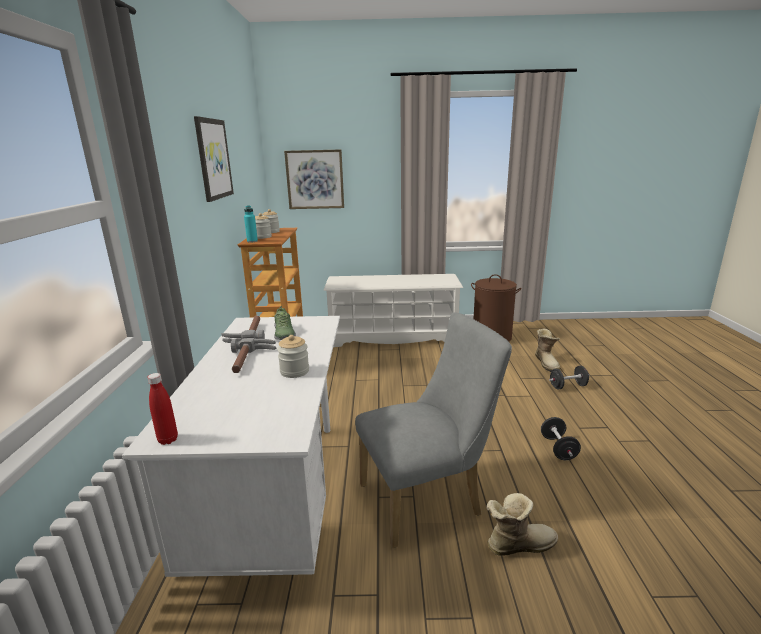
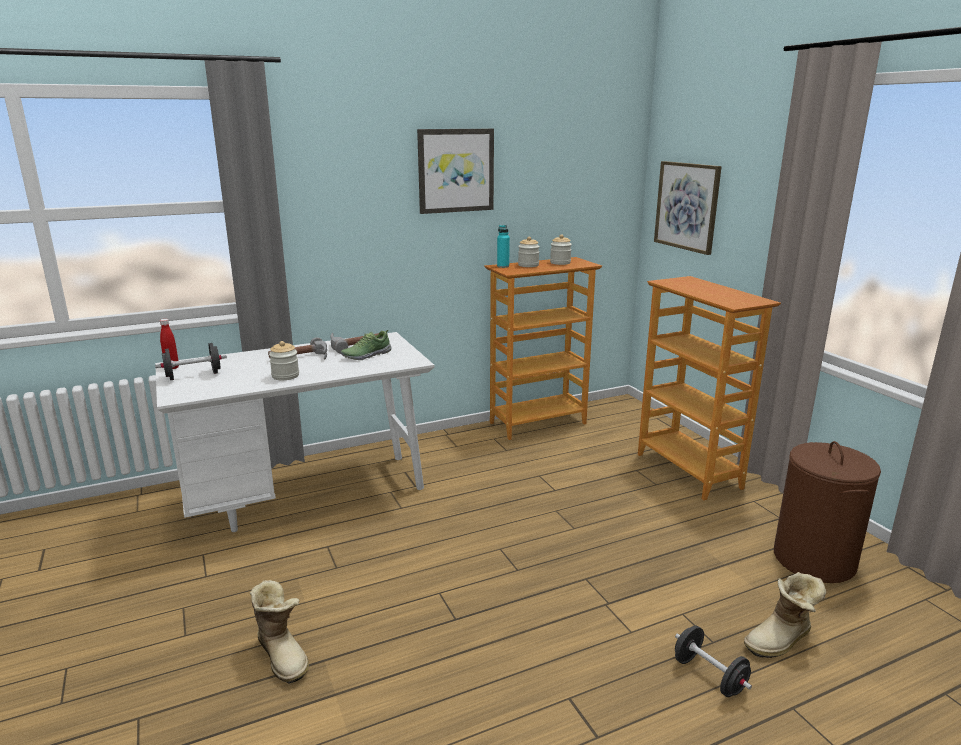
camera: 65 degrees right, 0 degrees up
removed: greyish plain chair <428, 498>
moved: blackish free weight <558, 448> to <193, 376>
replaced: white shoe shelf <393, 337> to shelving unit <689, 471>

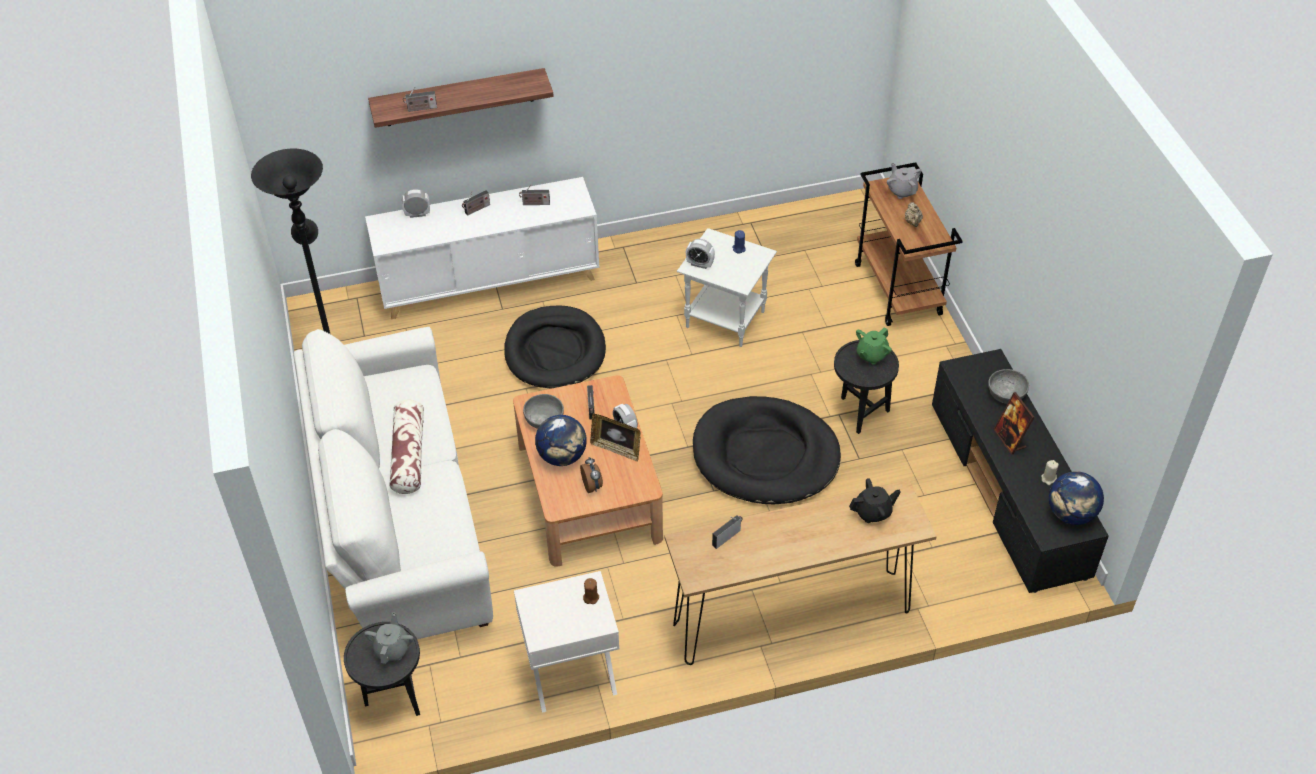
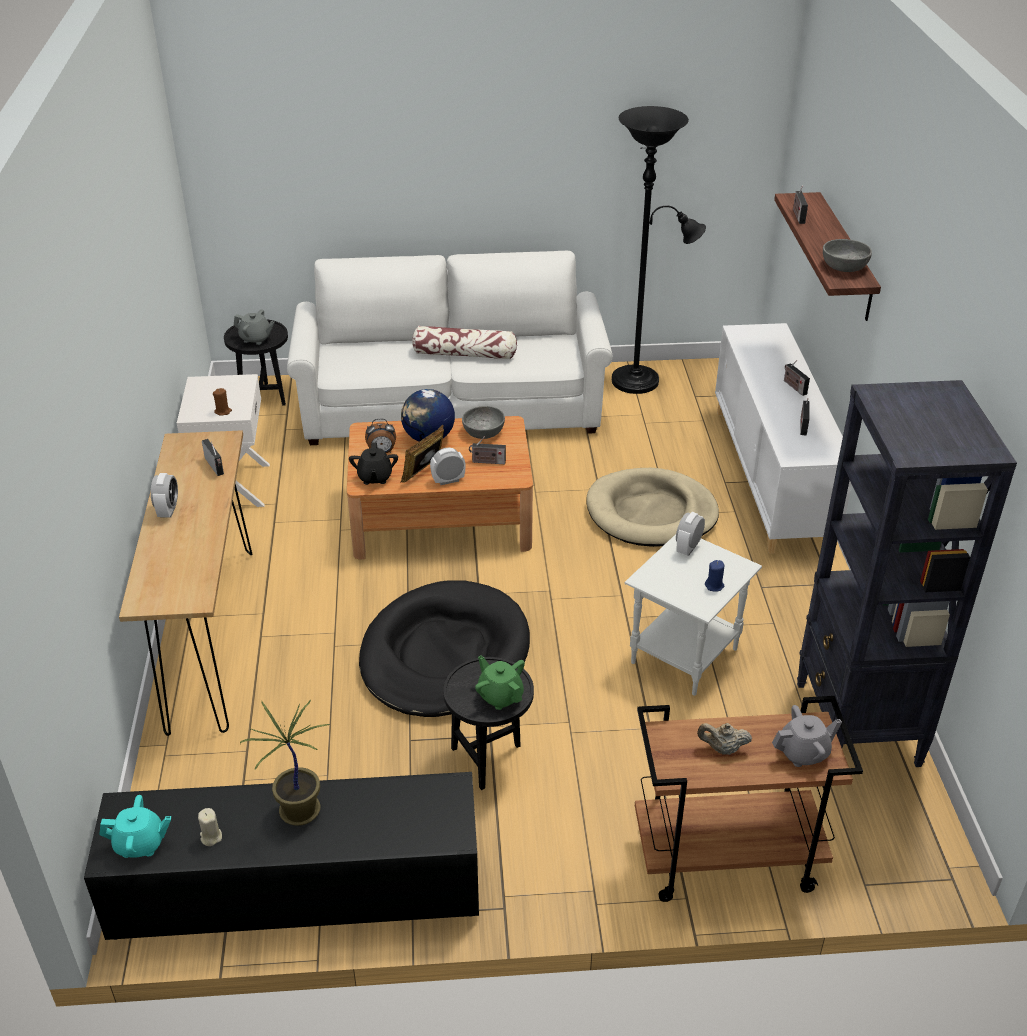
camera: 100 degrees right, 10 degrees down
added: blackish shelving unit <857, 725>
moved: alarm clock <417, 214> to <168, 510>; blackish teapot <873, 512> to <375, 477>; greyish serving bowl <1006, 394> to <844, 266>
replaced: picture frame <1009, 439> to houseplant <298, 812>; globe <1071, 514> to turquoise teapot <140, 844>
recoloured: blackish dog bed <555, 351> to beige dog bed <651, 513>

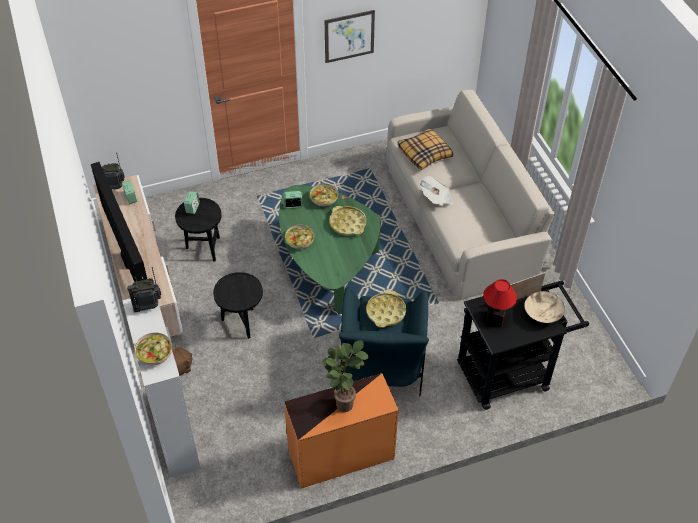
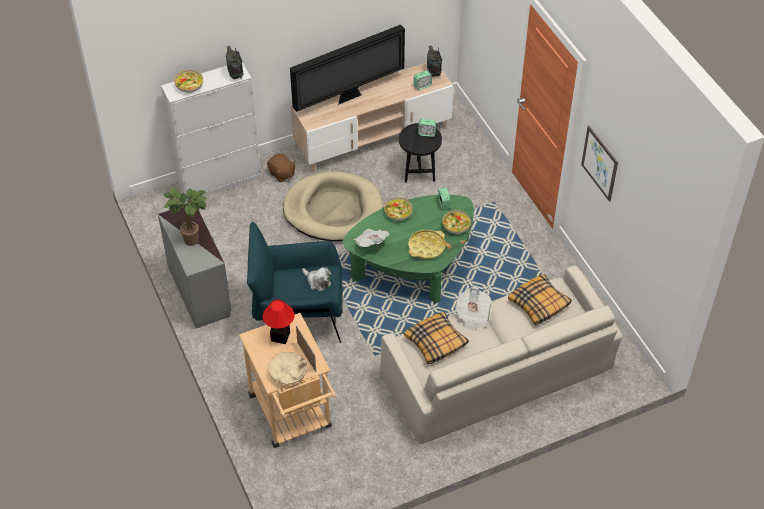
camera: 85 degrees right, 0 degrees up
added: printed paper <371, 243>; throw pillow <436, 342>
replaced: blackish end table <242, 324> to beige dog bed <333, 210>; yellow serving tray <385, 312> to soft toy <317, 282>
recoloured: orangey drawer chest <340, 454> to greyish drawer chest <200, 290>; blackish wheeled cart <511, 373> to beige wheeled cart <293, 417>

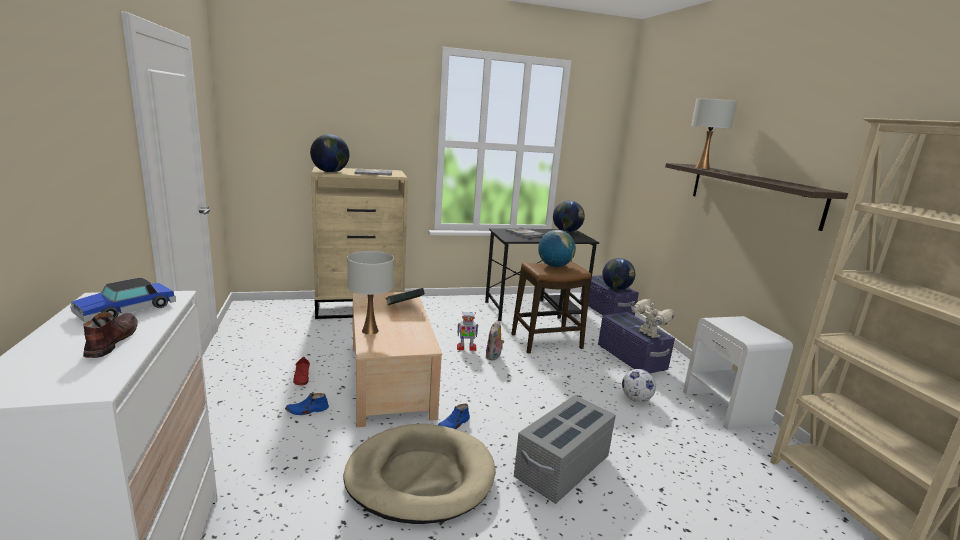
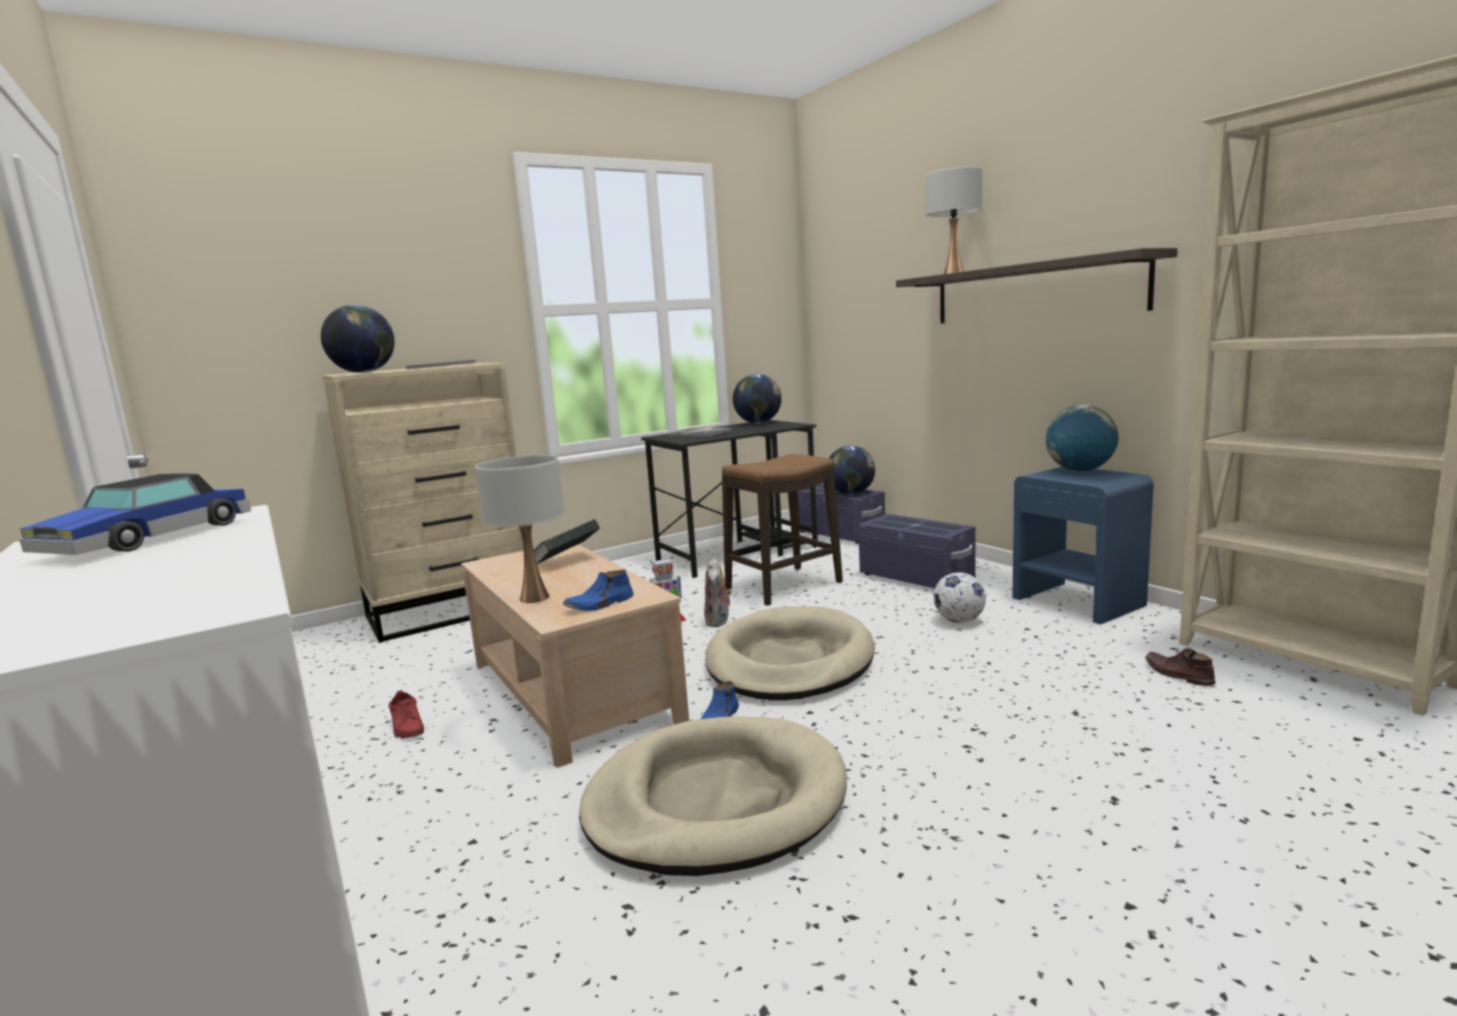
camera: 15 degrees left, 5 degrees down
removed: greyish storage container <562, 468>; model robot <648, 334>
added: beige dog bed <789, 661>
moved: brown-coloured shoe <111, 341> to <1177, 674>; bluish shoe <307, 410> to <600, 604>; globe <554, 266> to <1080, 471>
recoloured: white night table <725, 408> to bluish night table <1078, 602>

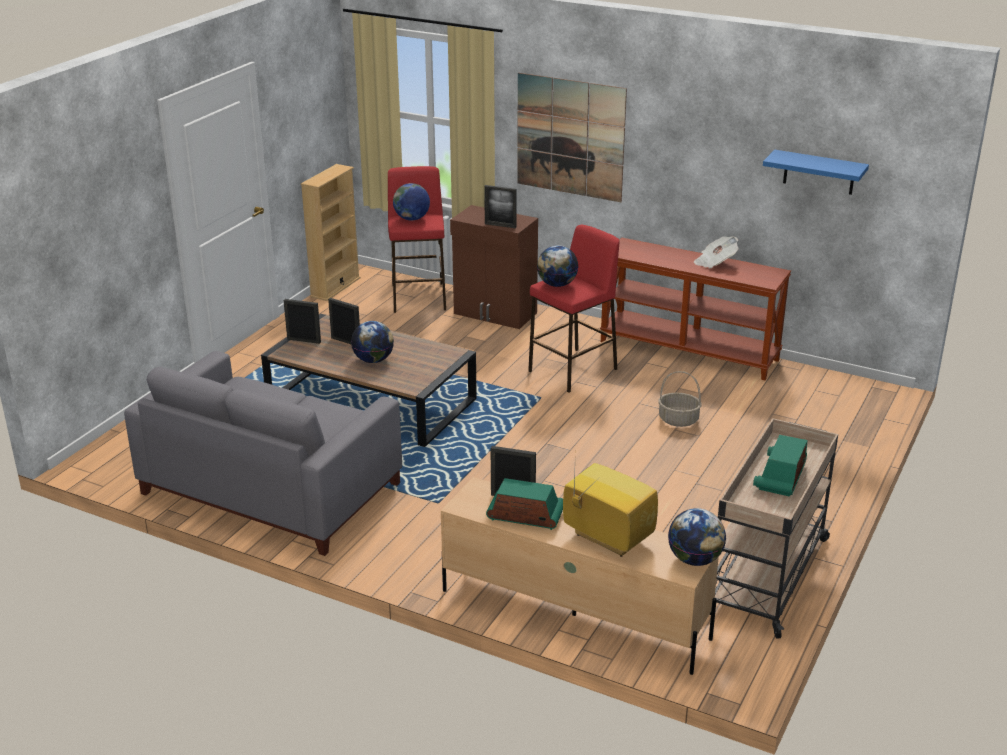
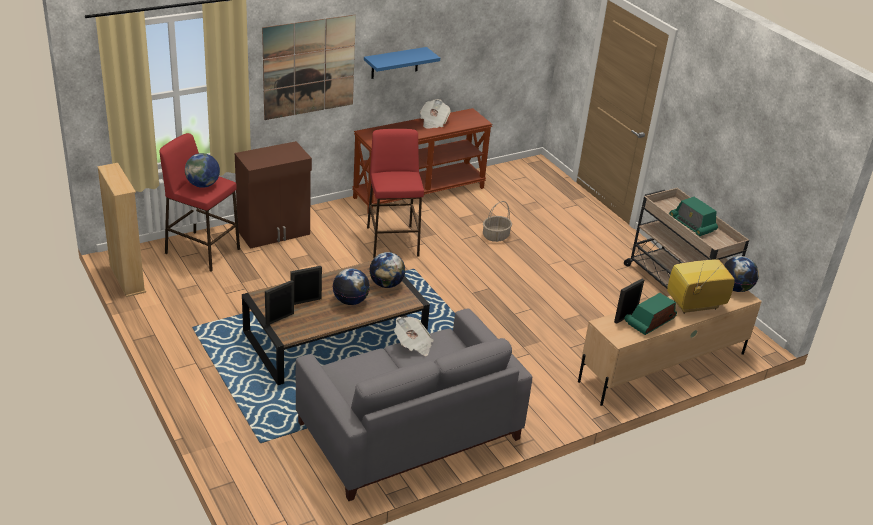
camera: 60 degrees left, 5 degrees up
removed: picture frame <500, 225>
added: printed paper <413, 344>
moved: globe <557, 284> to <386, 284>; bluish wall shelf <819, 172> to <395, 63>

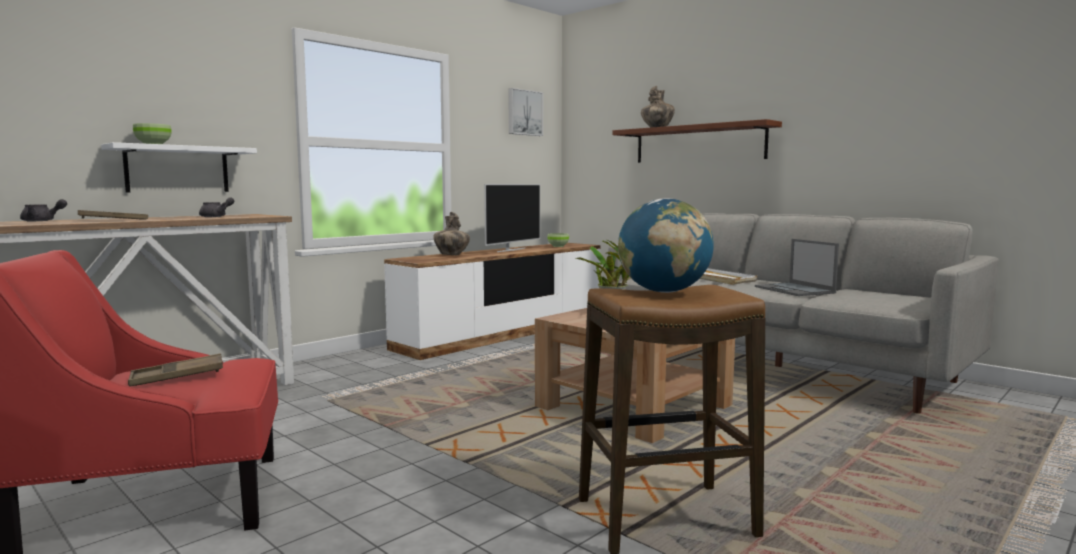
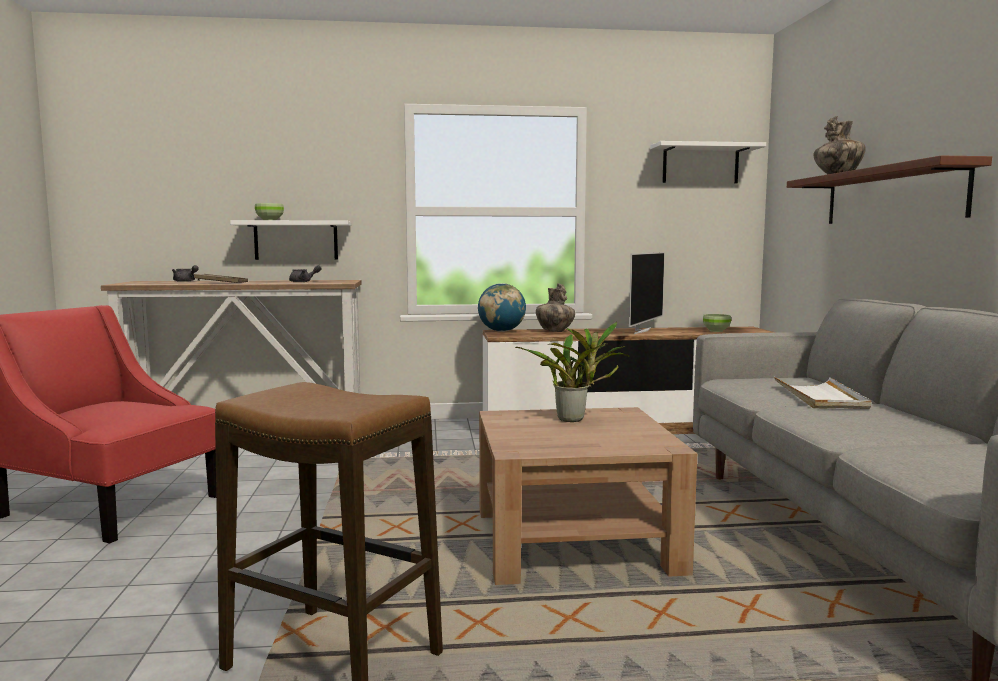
camera: 40 degrees right, 0 degrees up
removed: brown-coloured serving tray <177, 376>; portable computer <795, 290>
moved: globe <664, 292> to <502, 331>
replaced: picture <524, 112> to white wall shelf <700, 164>
turned: TV <510, 250> = <641, 330> 45 degrees counterclockwise

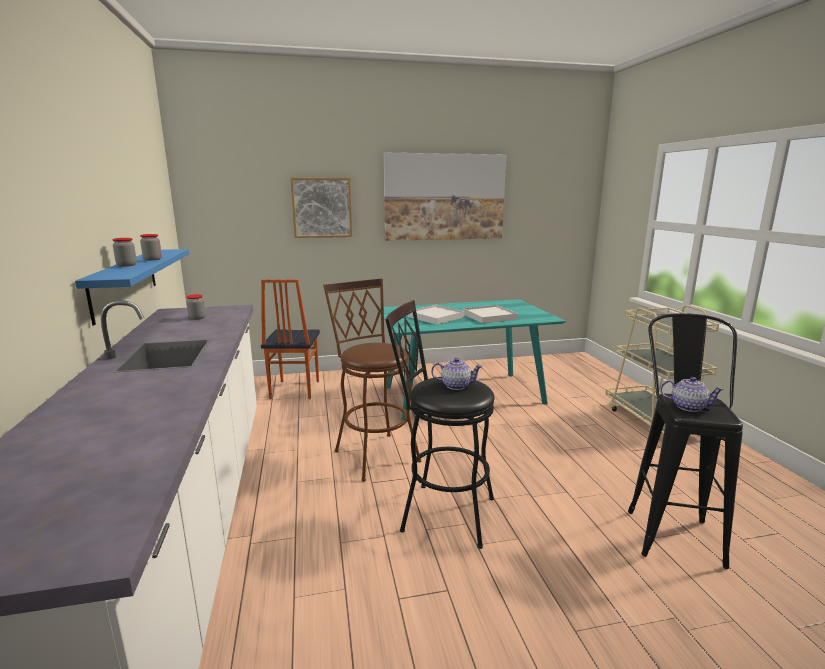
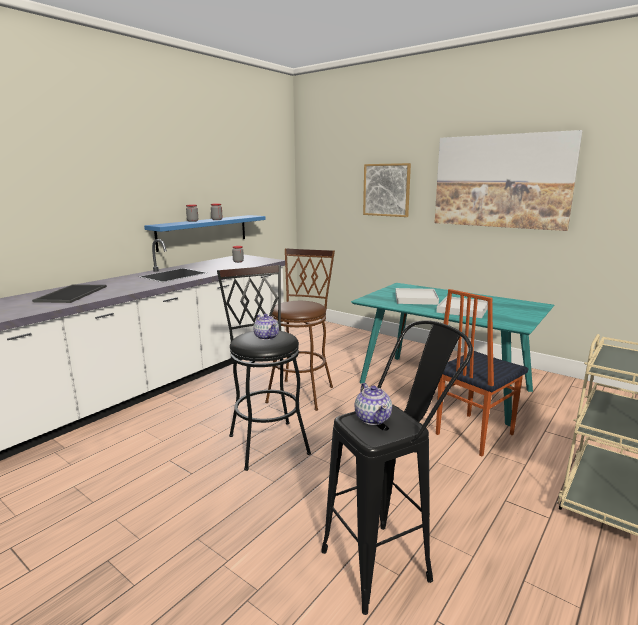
camera: 50 degrees right, 0 degrees up
added: serving tray <71, 294>
moved: plain chair <294, 390> to <472, 434>

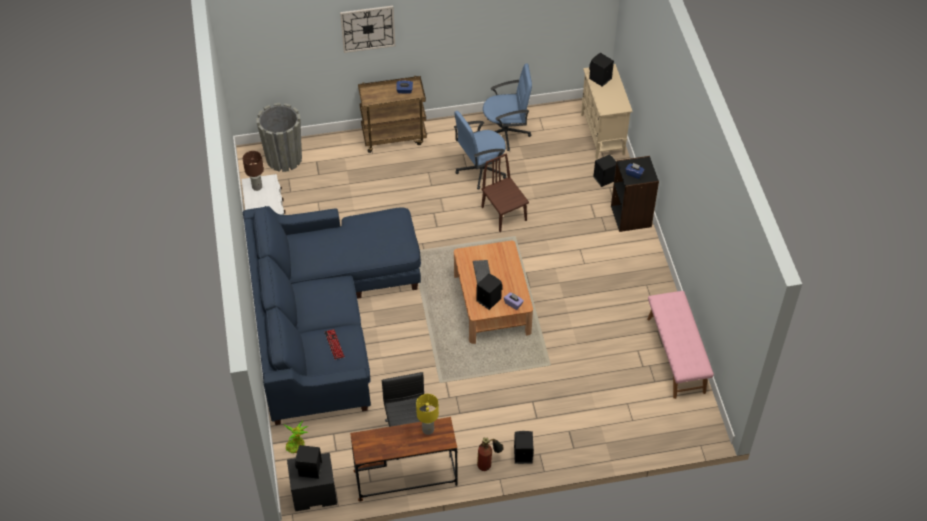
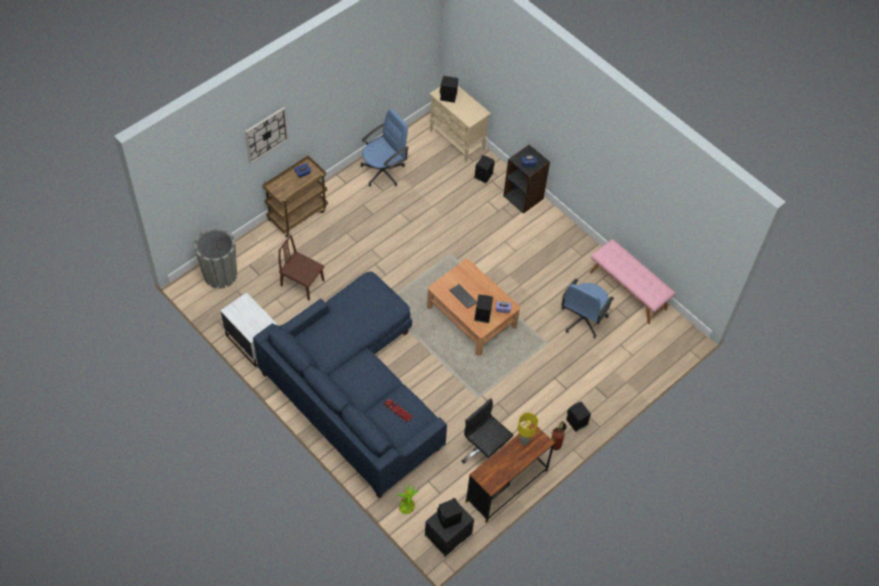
camera: 35 degrees left, 5 degrees up
removed: brown-coloured table lamp <257, 186>
moved: bluish desk chair <480, 170> to <582, 319>; brown-coloured plain chair <504, 213> to <302, 283>

